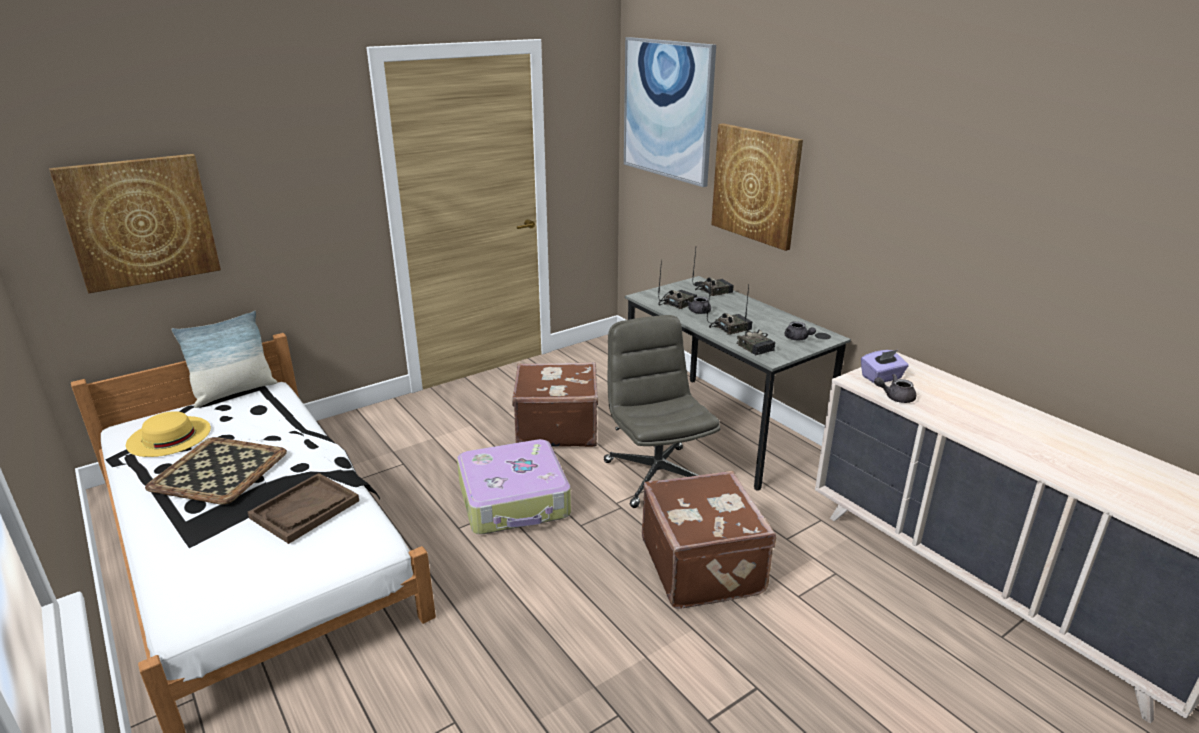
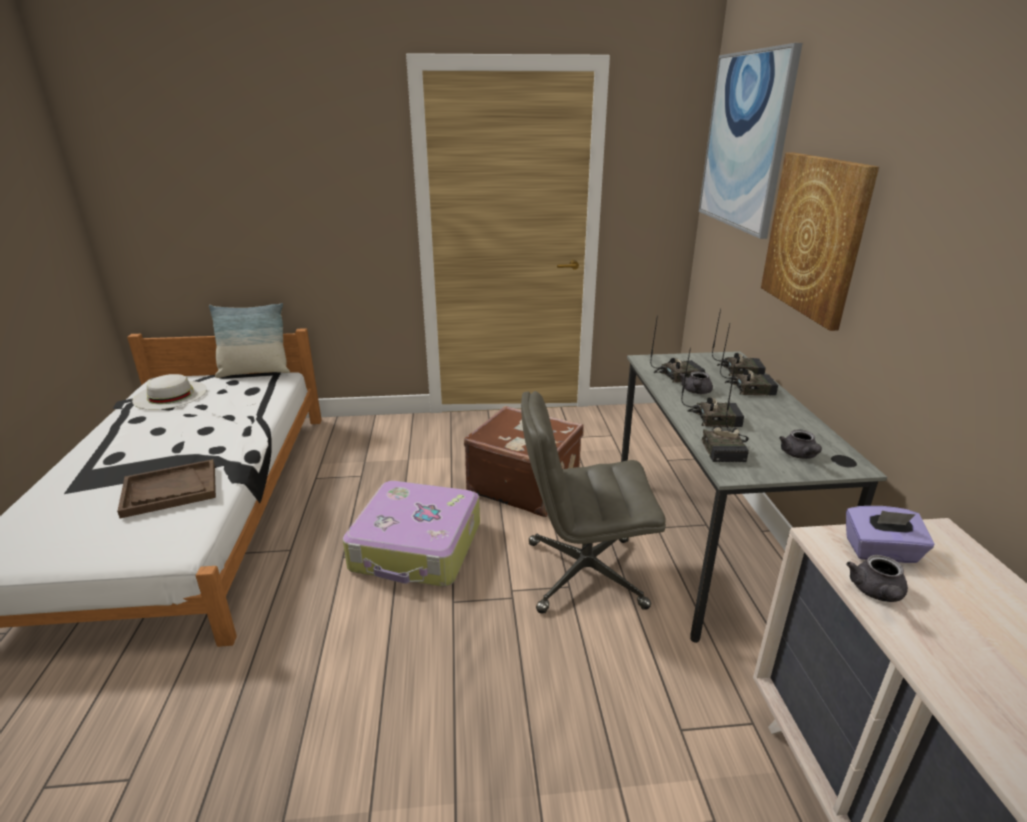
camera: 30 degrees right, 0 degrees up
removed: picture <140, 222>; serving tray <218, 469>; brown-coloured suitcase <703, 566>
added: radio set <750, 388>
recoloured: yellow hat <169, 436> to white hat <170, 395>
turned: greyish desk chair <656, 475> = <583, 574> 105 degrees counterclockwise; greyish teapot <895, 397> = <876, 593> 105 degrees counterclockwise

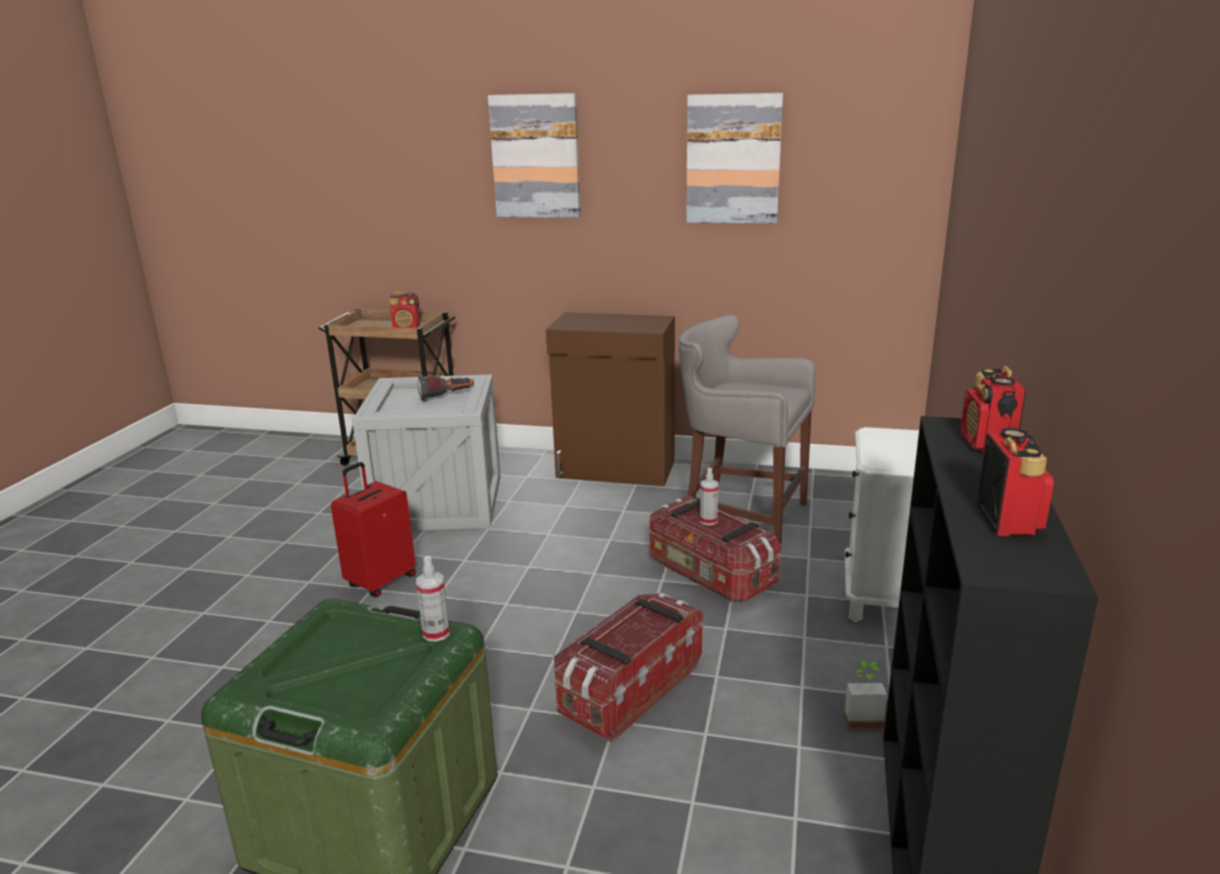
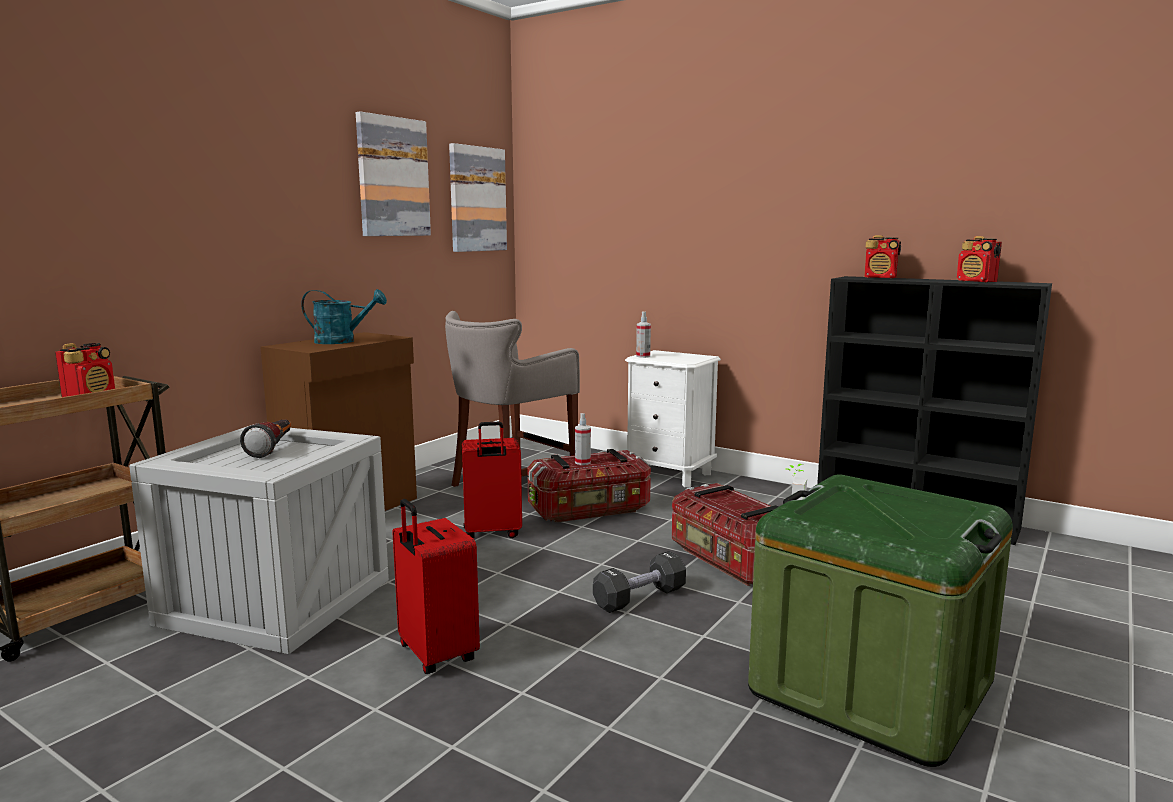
camera: 70 degrees left, 10 degrees down
added: turquoise watering pot <342, 341>; red suitcase <492, 533>; blackish free weight <640, 598>
moved: sprayer <436, 633> to <643, 356>; picture <536, 156> to <477, 199>
turned: radio set <1008, 520> = <977, 281> 150 degrees counterclockwise

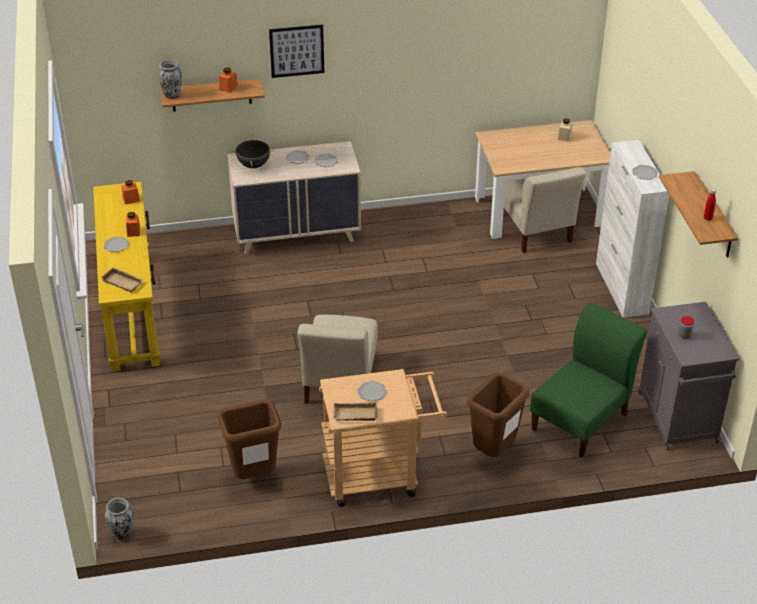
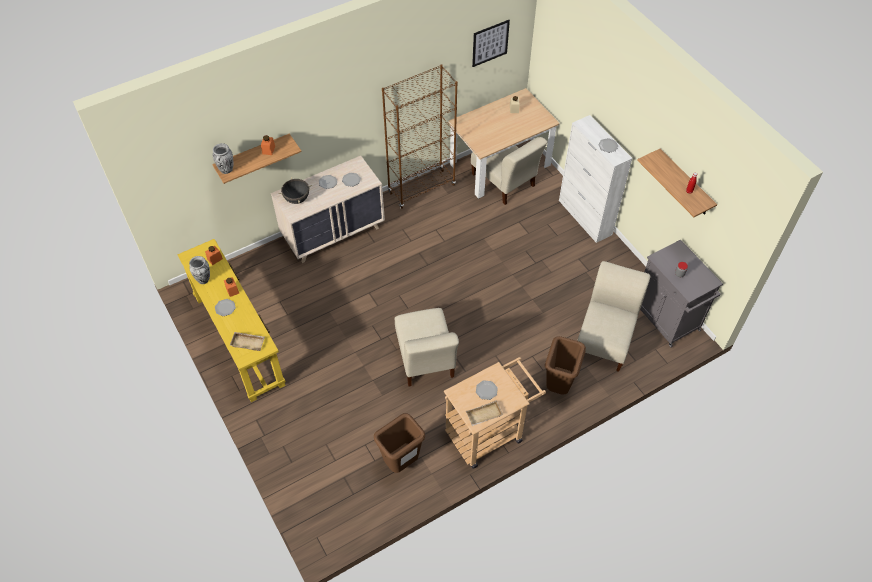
camera: 20 degrees left, 15 degrees up
added: brown-coloured shelving unit <421, 189>
moved: flower vase <122, 534> to <204, 279>; picture <297, 51> to <490, 43>
recoloured: green-coloured plain chair <582, 419> to beige plain chair <605, 339>

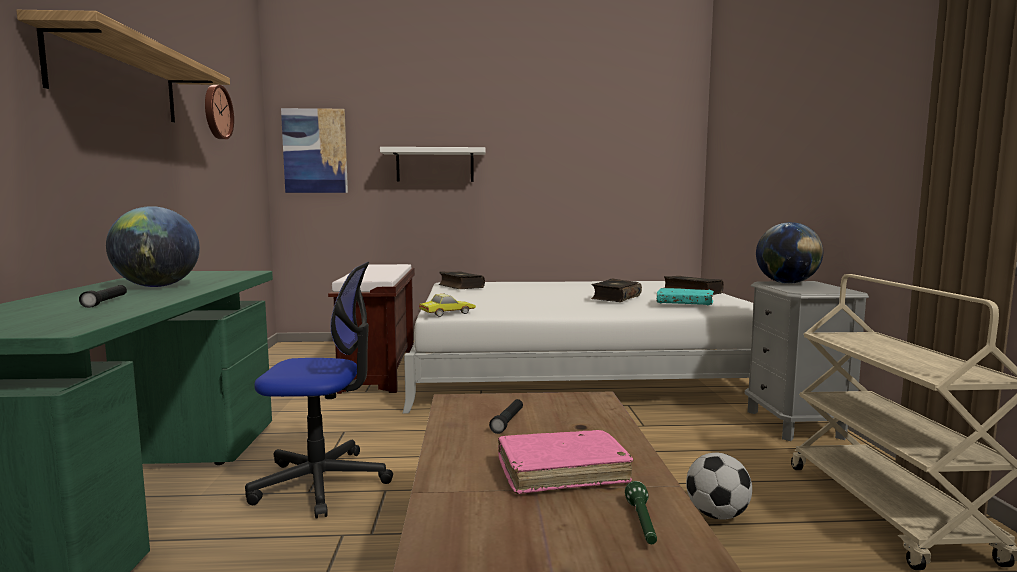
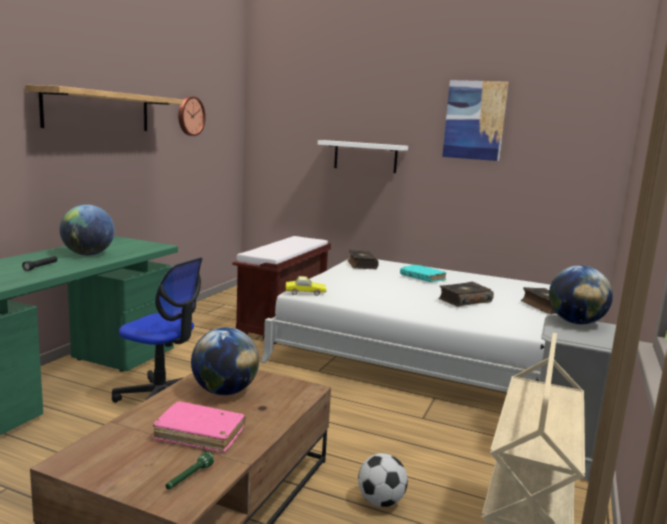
camera: 25 degrees right, 5 degrees up
moved: picture <315, 151> to <474, 120>; turquoise bound book <684, 303> to <422, 278>
replaced: blackish hand torch <508, 422> to globe <224, 391>

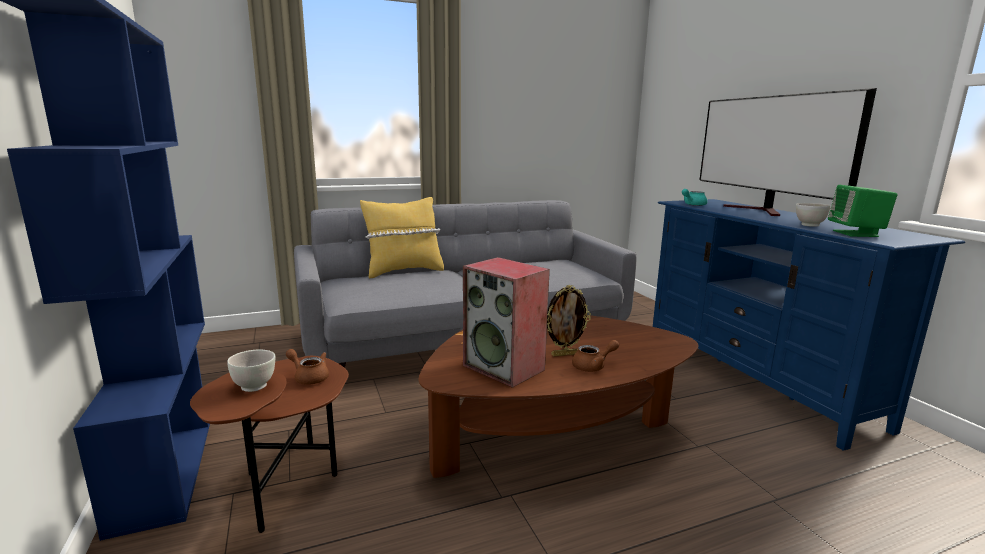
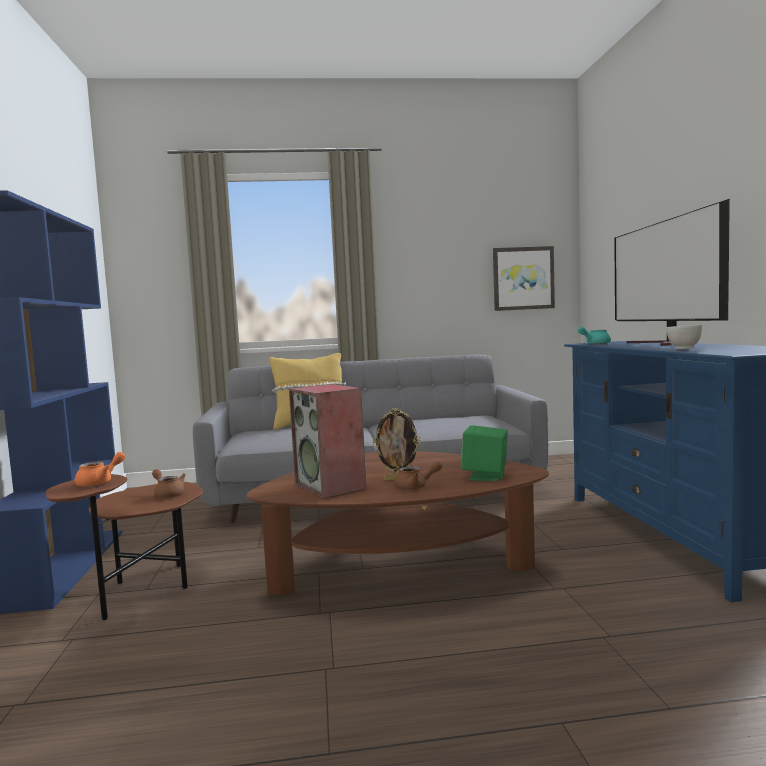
camera: 15 degrees right, 10 degrees down
added: picture <523, 278>
moved: green-coloured loudspeaker <856, 233> to <486, 476>
replaced: white serving bowl <255, 386> to orangey teapot <100, 482>

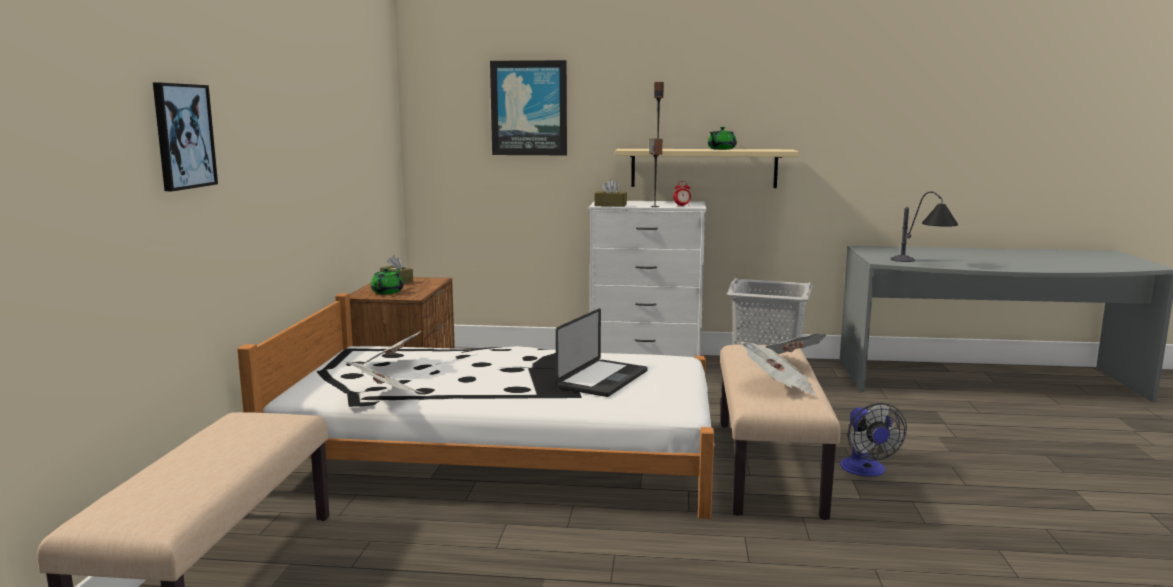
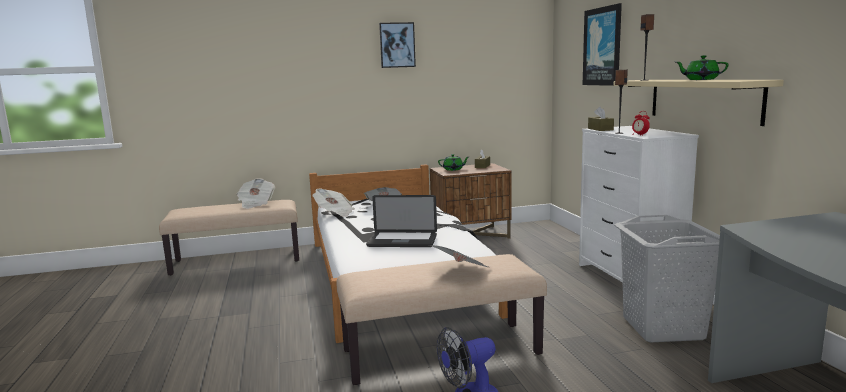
camera: 70 degrees right, 0 degrees up
removed: table lamp <923, 263>
moved: picture <183, 136> to <397, 45>; printed paper <778, 388> to <256, 204>

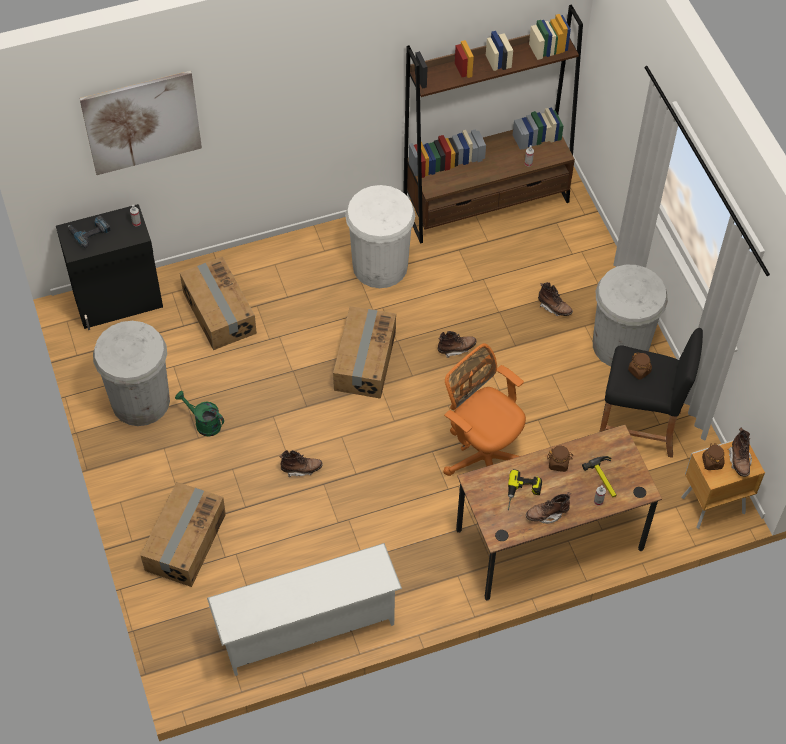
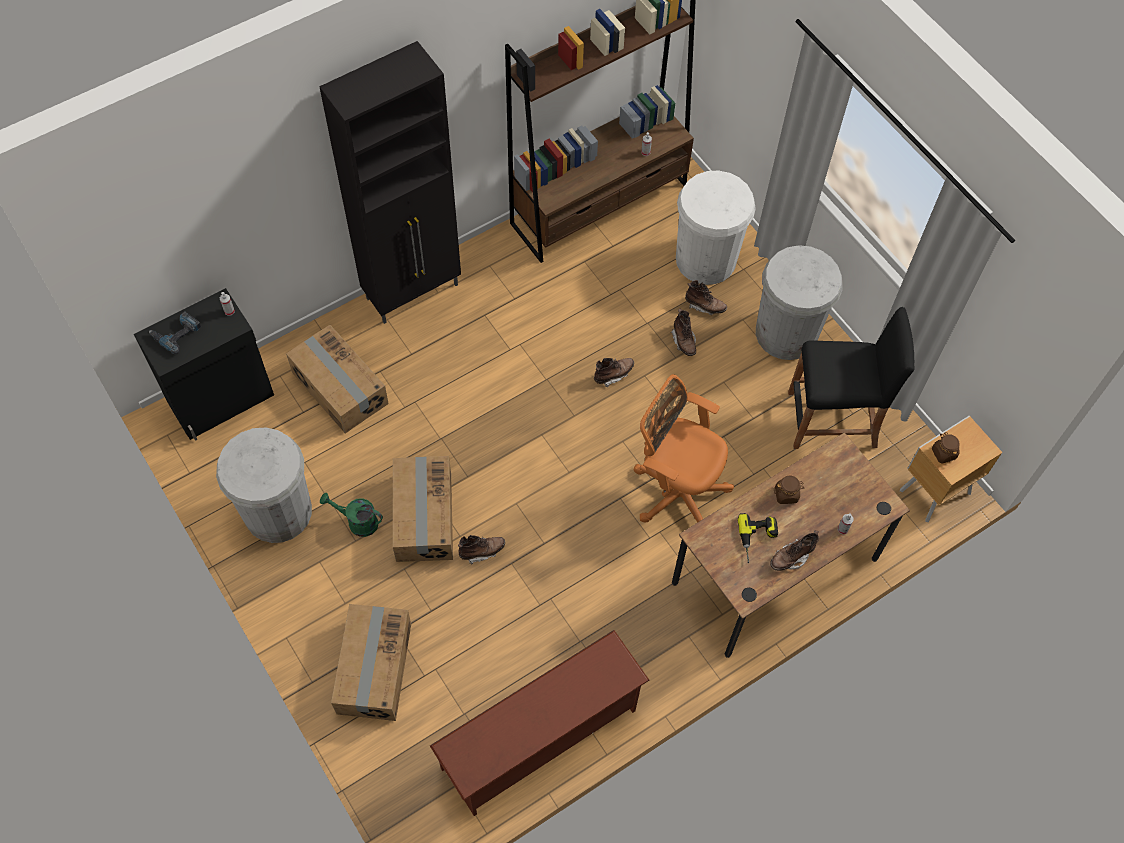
camera: 15 degrees left, 5 degrees up
removed: picture <142, 122>; hand hammer <605, 479>; brown-coloured jar <639, 371>
added: blackish cabinet <414, 291>
moved: carton <364, 361> to <423, 517>; white rubbish bin <380, 266> to <706, 259>; brown-coloured boot <739, 461> to <684, 341>
recoloured: white shoe shelf <307, 630> to brown-coloured shoe shelf <540, 740>

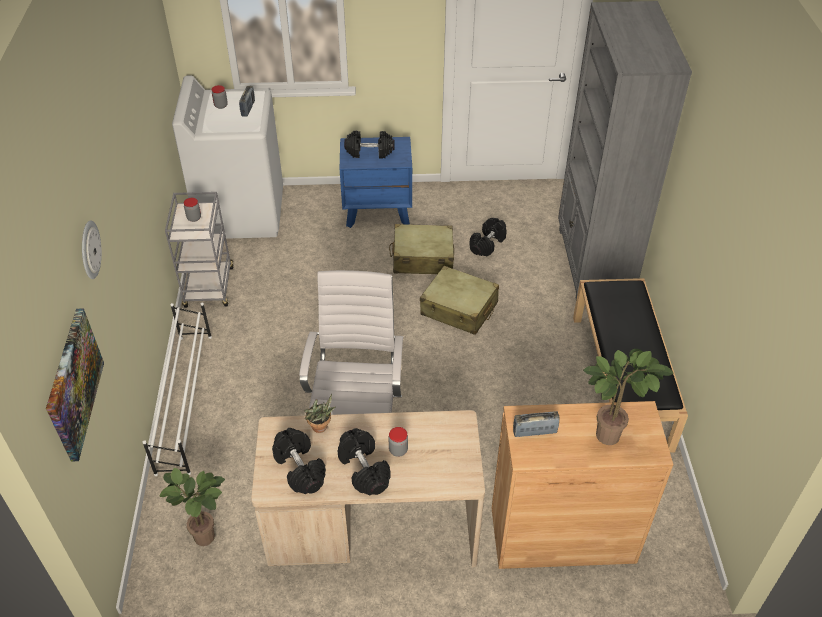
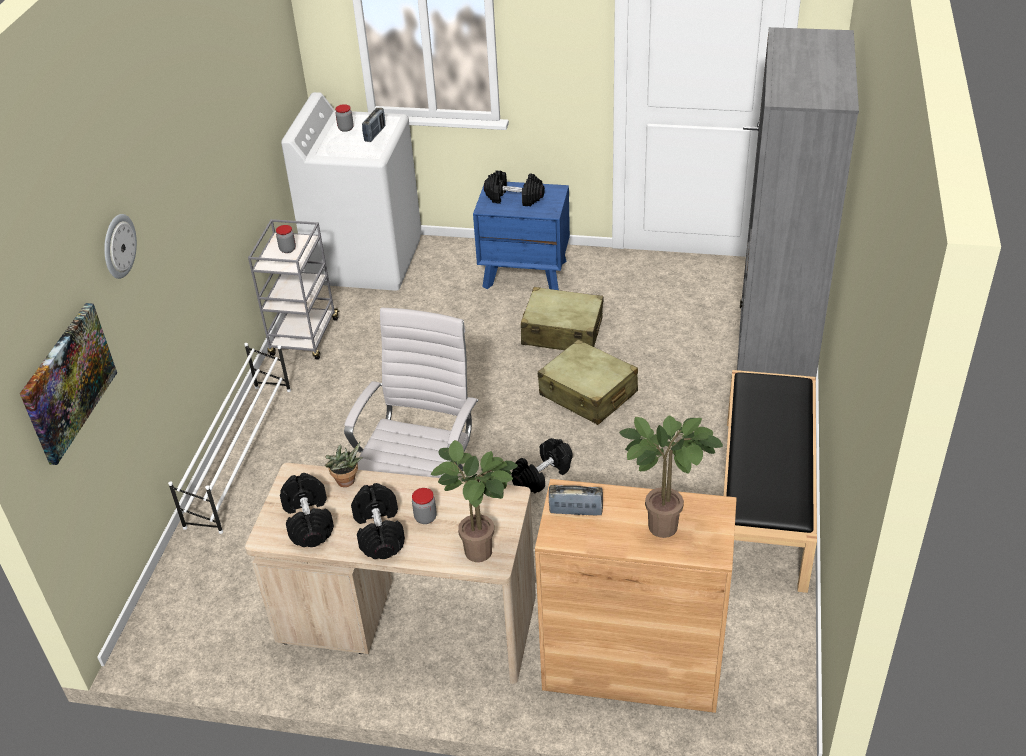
camera: 15 degrees right, 5 degrees down
moved: houseplant <208, 536> to <483, 551>; blackish free weight <487, 244> to <542, 475>

